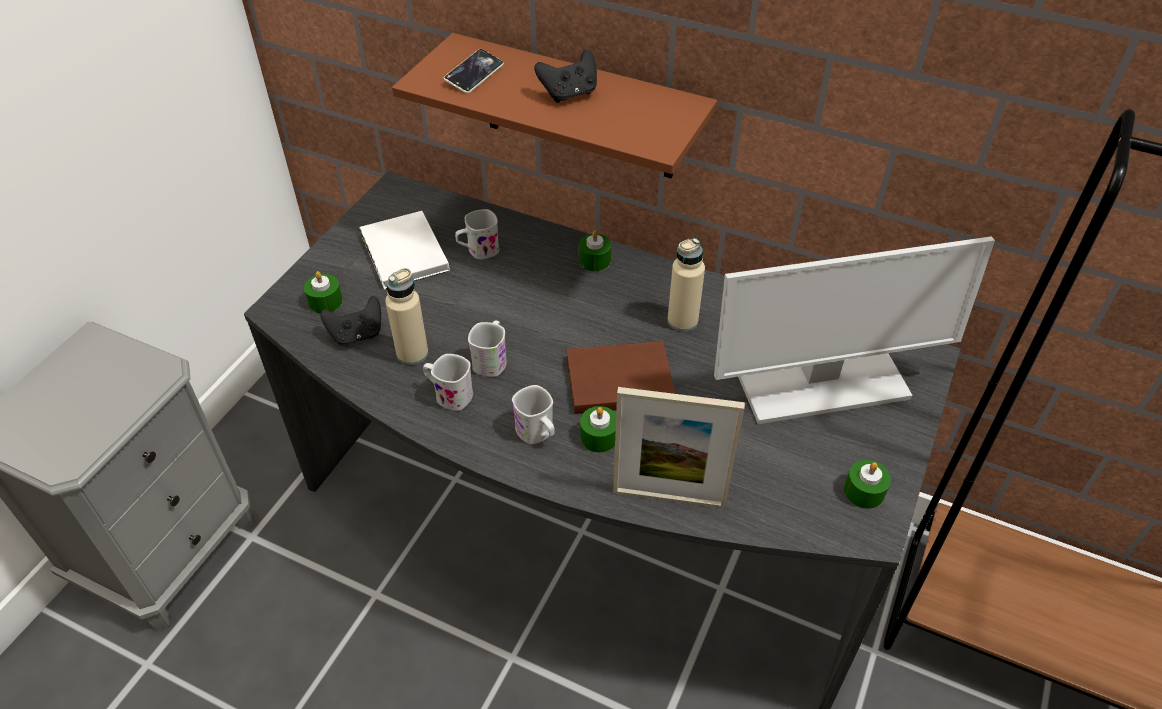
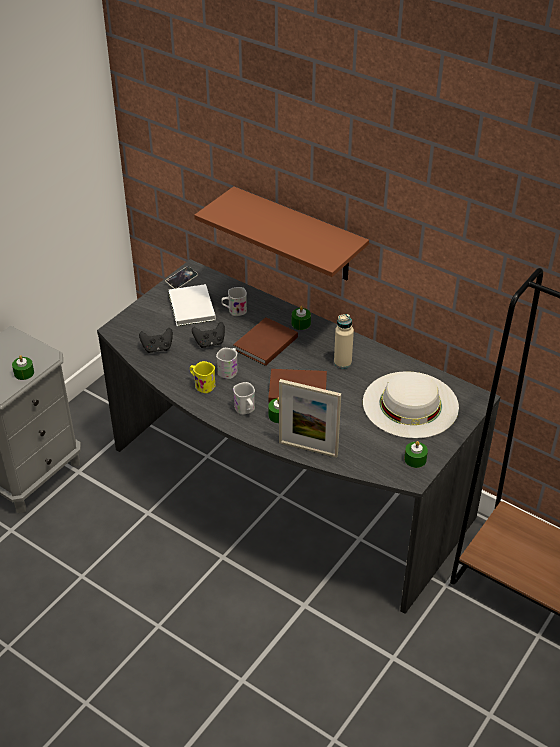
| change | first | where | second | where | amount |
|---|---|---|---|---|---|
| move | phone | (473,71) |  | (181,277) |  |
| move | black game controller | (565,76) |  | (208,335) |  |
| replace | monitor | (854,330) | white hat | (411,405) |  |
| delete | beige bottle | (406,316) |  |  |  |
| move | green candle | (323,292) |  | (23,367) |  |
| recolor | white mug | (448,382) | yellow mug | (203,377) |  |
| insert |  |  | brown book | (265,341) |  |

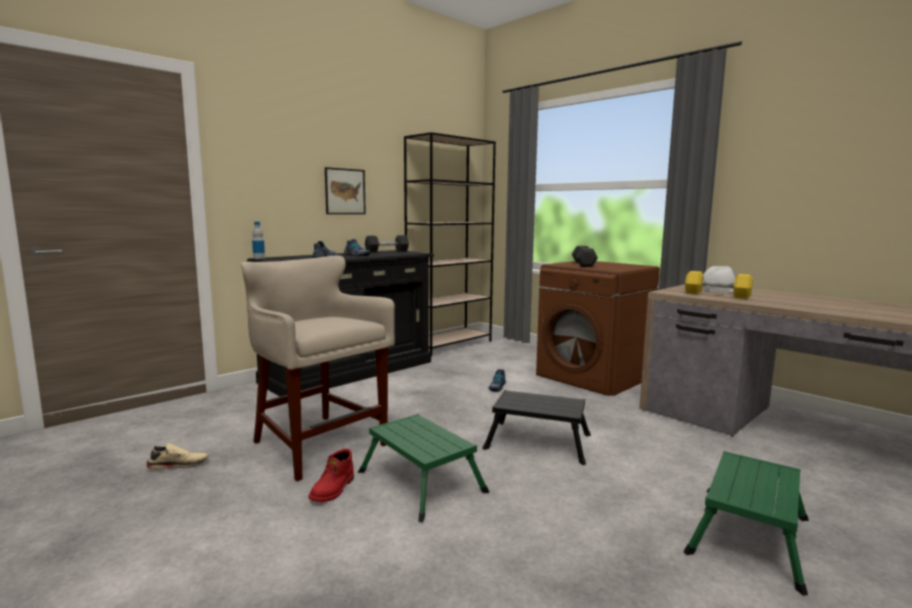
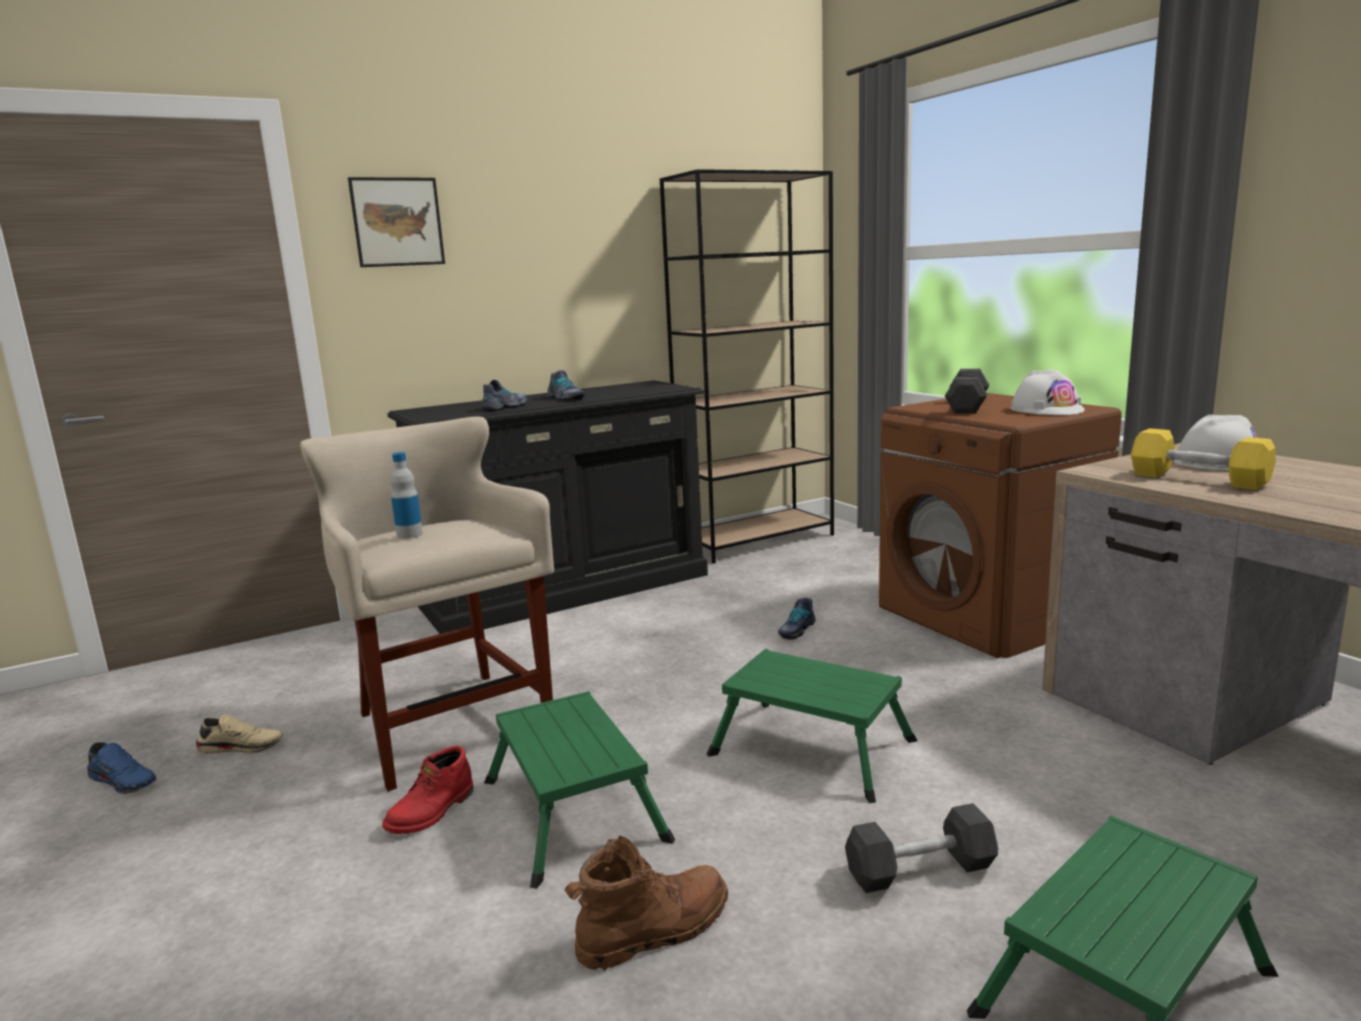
| change | first | where | second | where | amount |
|---|---|---|---|---|---|
| move | picture | (345,190) |  | (396,222) |  |
| move | bottle | (258,240) |  | (406,495) |  |
| move | grey dumbbell | (387,243) |  | (921,848) |  |
| recolor | black step ladder | (536,427) | green step ladder | (812,726) |  |
| insert |  |  | white hard hat | (1048,392) |  |
| insert |  |  | blue shoe | (121,768) |  |
| insert |  |  | brown boot | (646,903) |  |

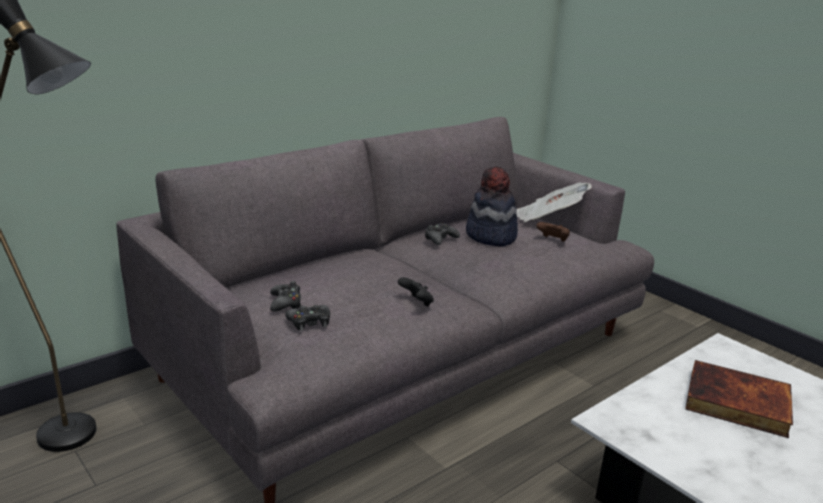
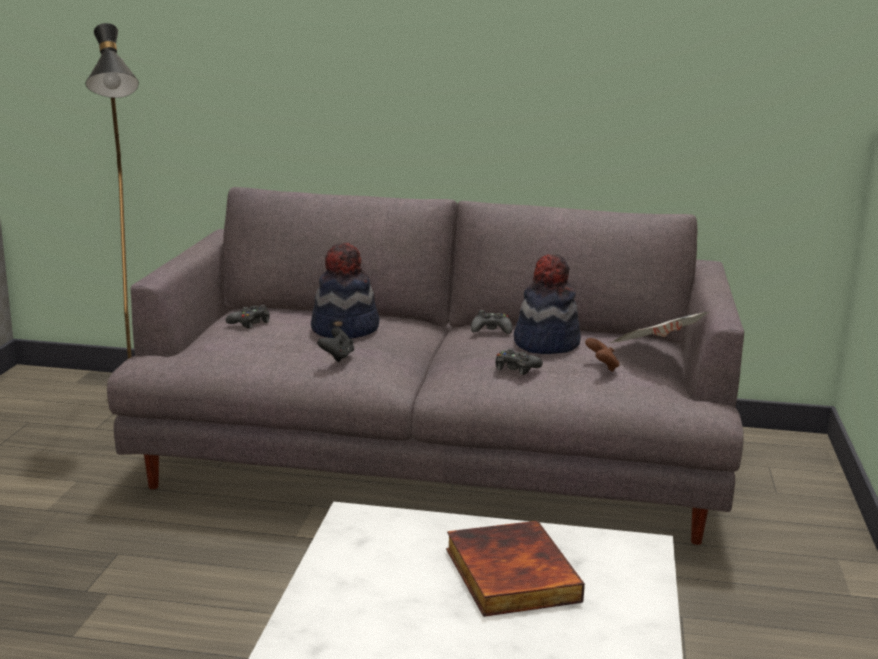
| change | first | where | second | where | amount |
|---|---|---|---|---|---|
| move | black game controller | (307,318) |  | (519,361) |  |
| insert |  |  | hat | (345,290) |  |

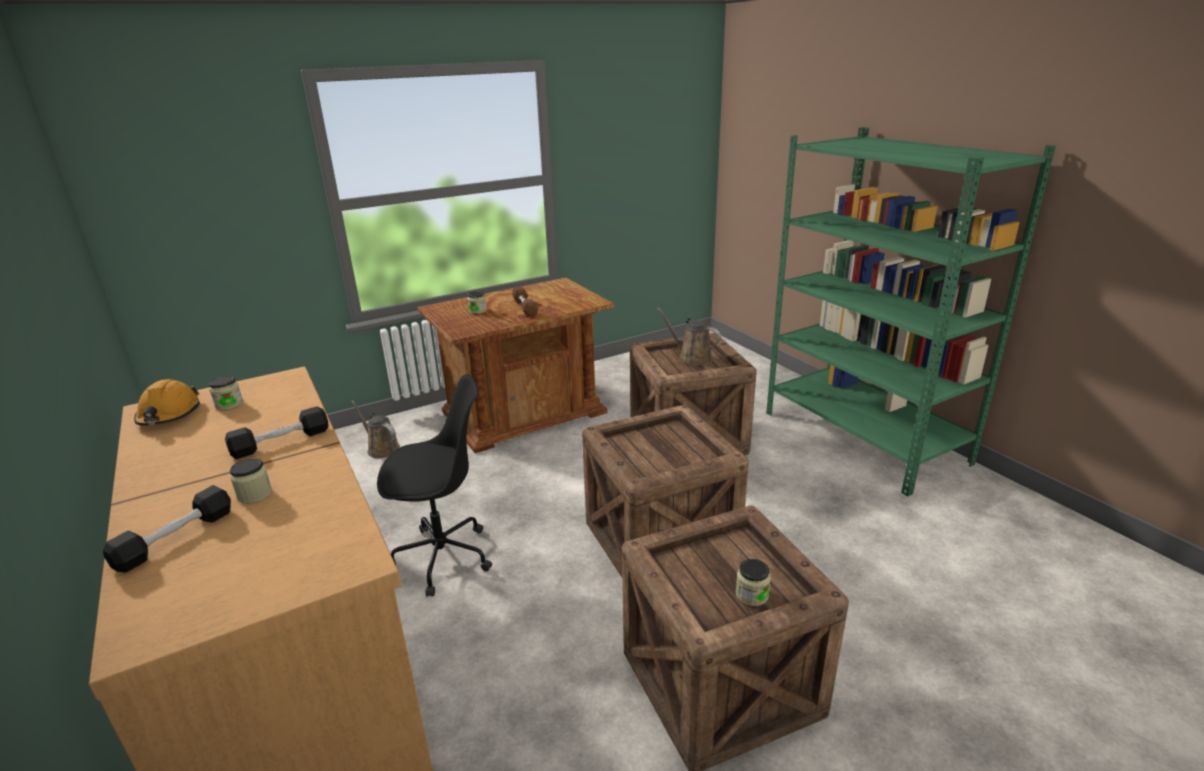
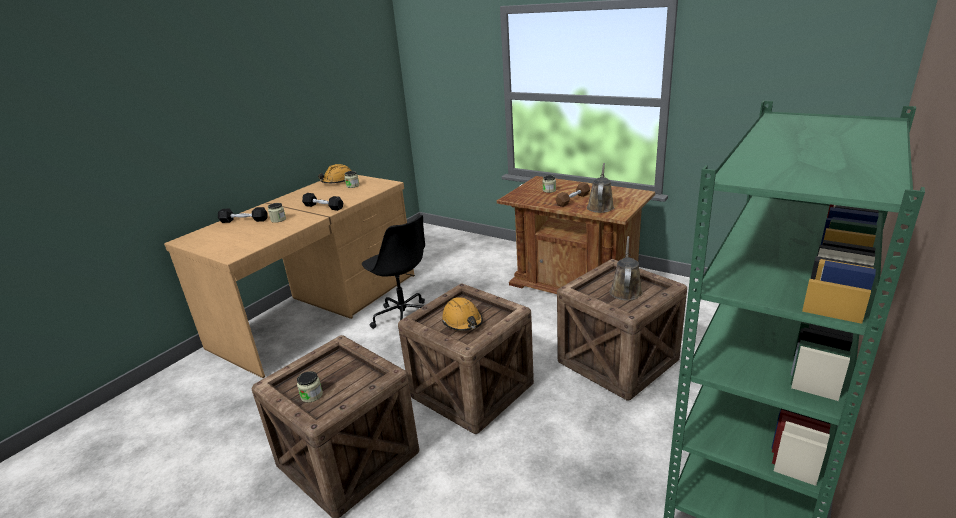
| change | first | where | second | where | amount |
|---|---|---|---|---|---|
| move | brown watering can | (375,429) |  | (600,188) |  |
| insert |  |  | orange hard hat | (462,314) |  |

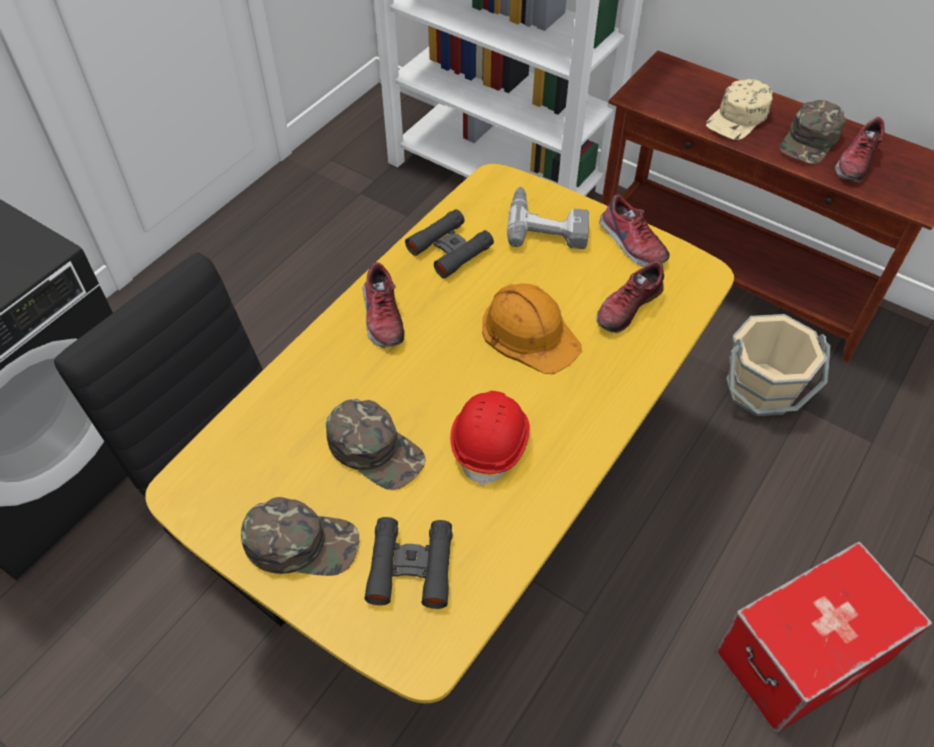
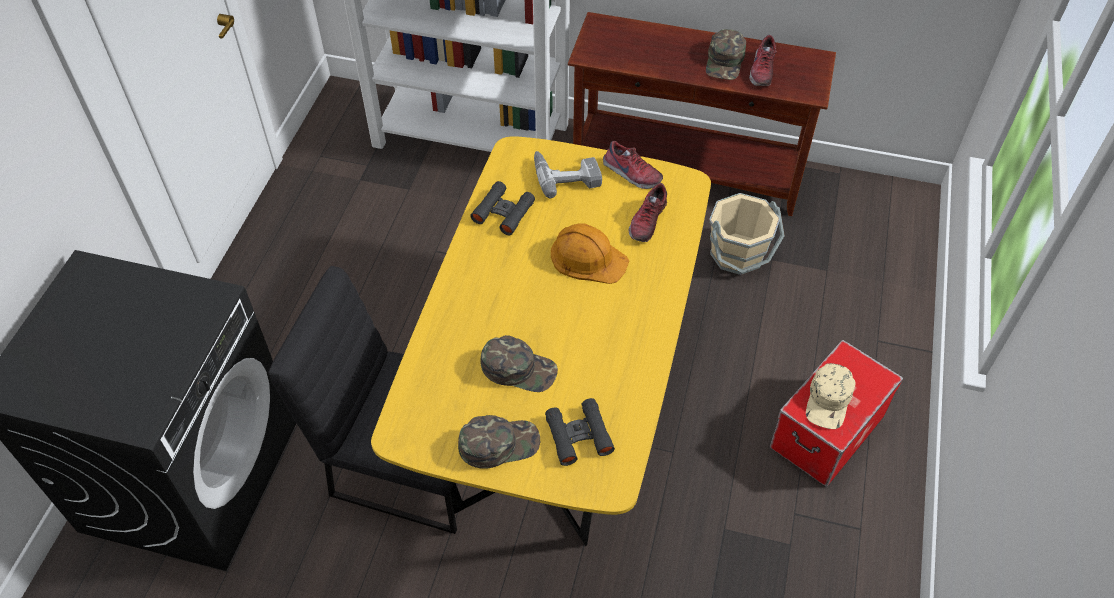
| change | first | where | second | where | amount |
|---|---|---|---|---|---|
| move | beige cap | (739,109) |  | (830,396) |  |
| delete | shoe | (383,305) |  |  |  |
| delete | red hard hat | (490,438) |  |  |  |

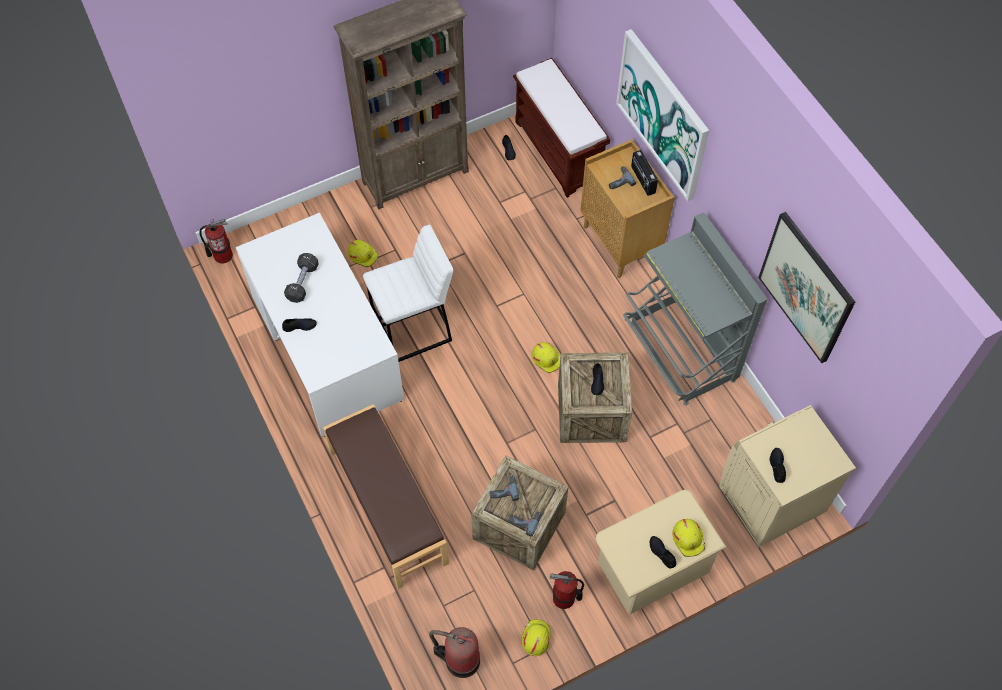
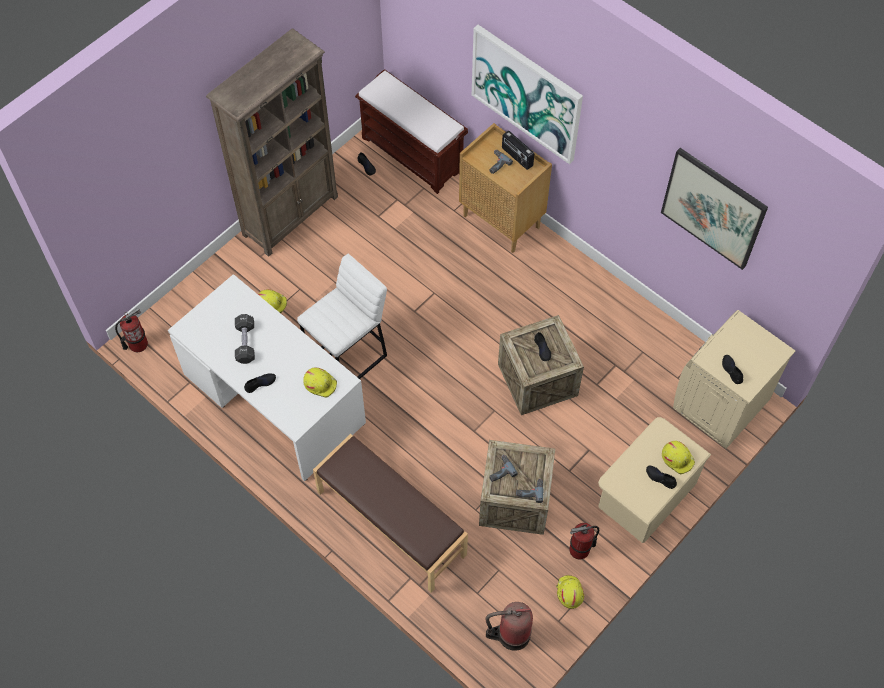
| change | first | where | second | where | amount |
|---|---|---|---|---|---|
| delete | grey shoe rack | (695,309) |  |  |  |
| move | yellow hard hat | (546,357) |  | (320,383) |  |

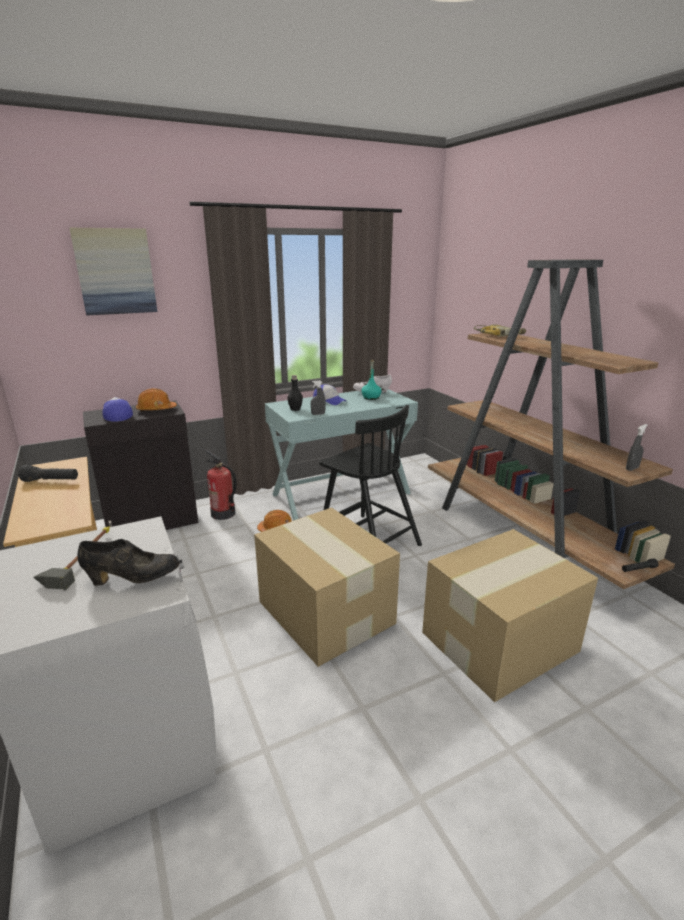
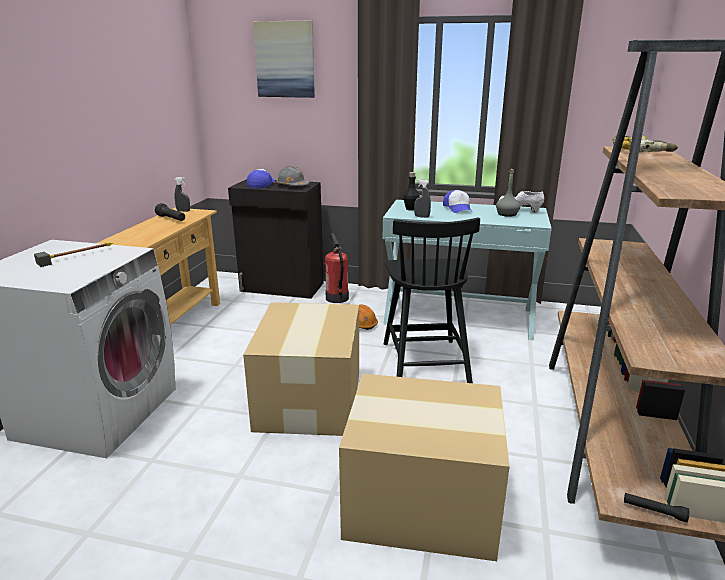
| change | first | where | second | where | amount |
|---|---|---|---|---|---|
| recolor | turquoise bottle | (371,380) | grey bottle | (508,193) |  |
| recolor | orange hard hat | (156,400) | grey hard hat | (292,176) |  |
| move | grey spray bottle | (637,447) |  | (182,194) |  |
| delete | black shoe | (128,562) |  |  |  |

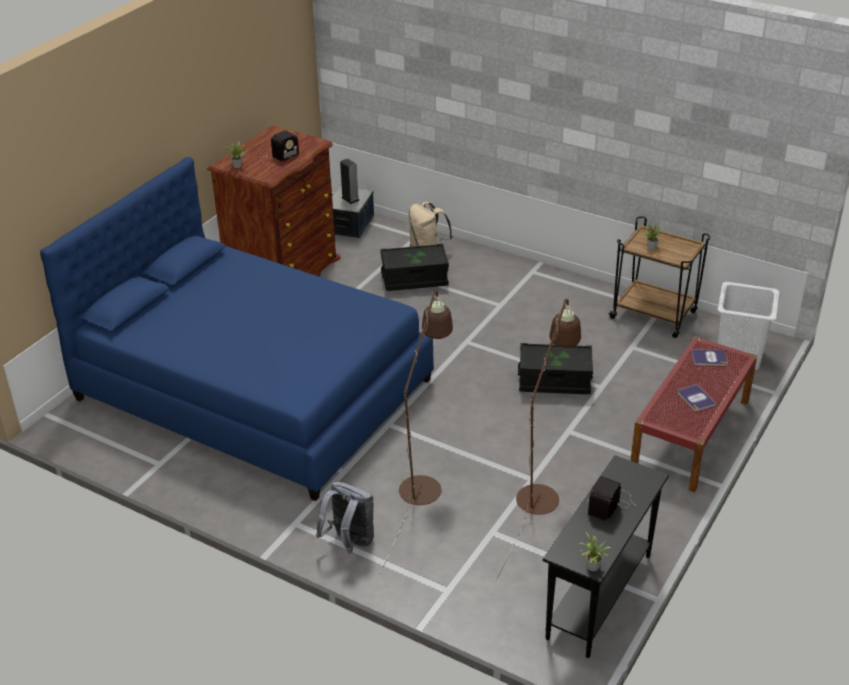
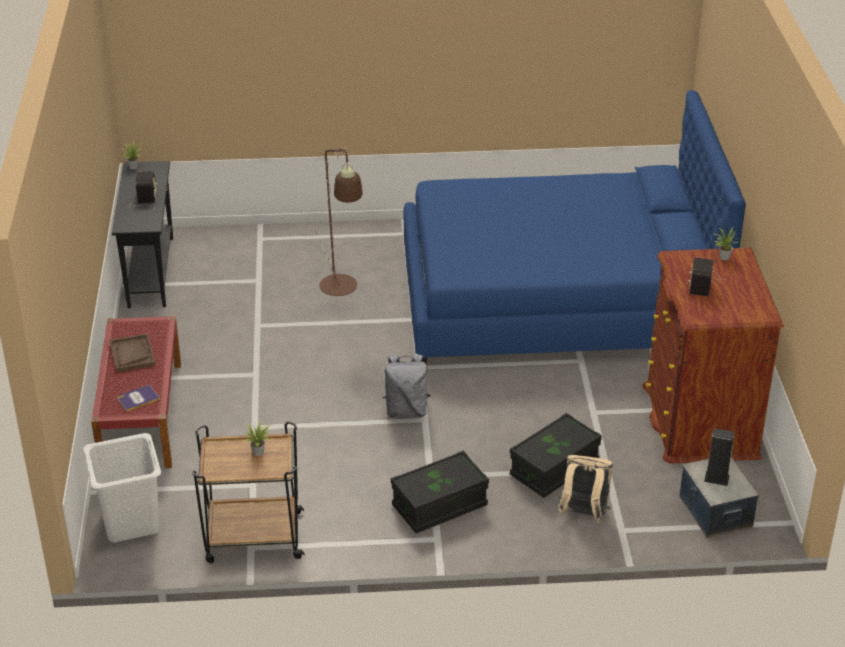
| change | first | where | second | where | amount |
|---|---|---|---|---|---|
| delete | brown floor lamp | (538,440) |  |  |  |
| move | black storage box | (555,368) |  | (440,492) |  |
| replace | book | (696,397) | brown tray | (132,353) |  |
| move | grey backpack | (345,517) |  | (406,386) |  |

